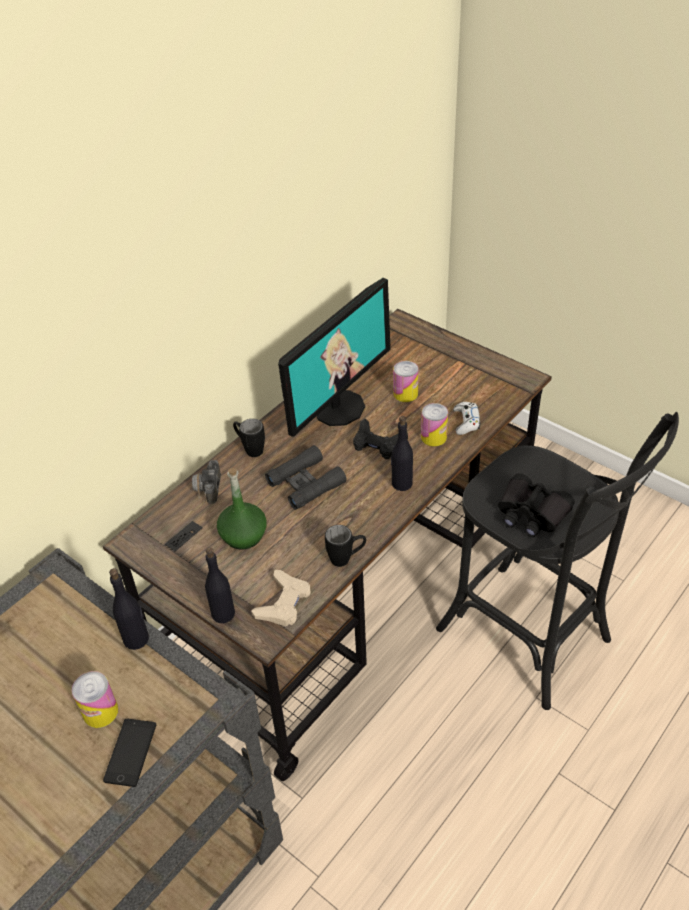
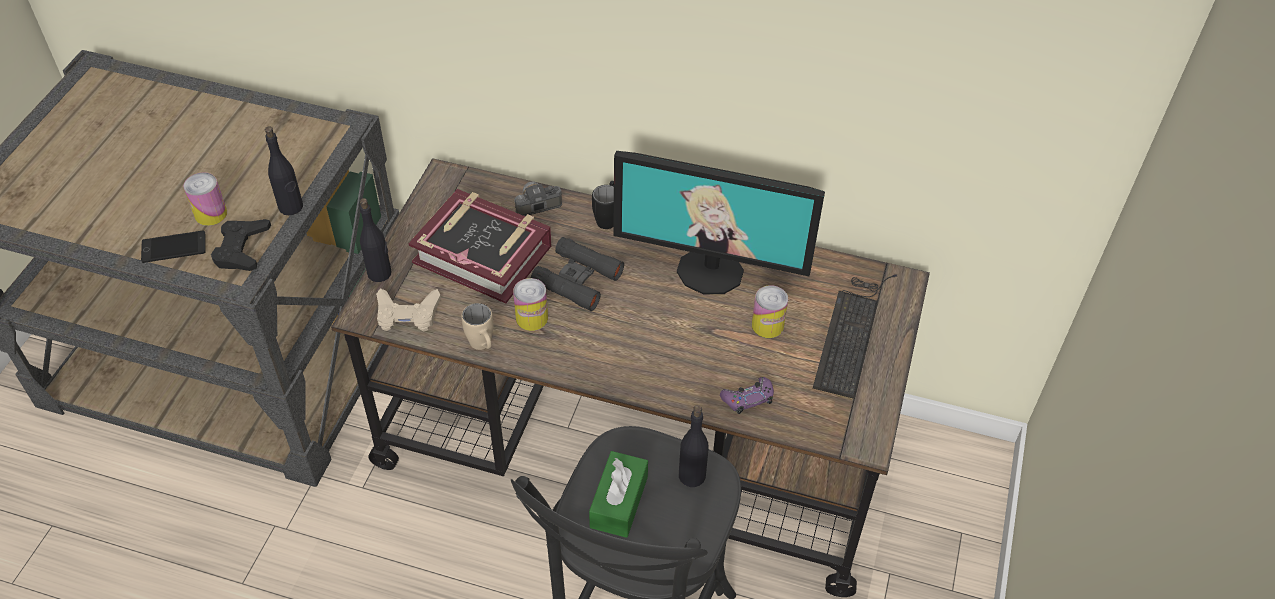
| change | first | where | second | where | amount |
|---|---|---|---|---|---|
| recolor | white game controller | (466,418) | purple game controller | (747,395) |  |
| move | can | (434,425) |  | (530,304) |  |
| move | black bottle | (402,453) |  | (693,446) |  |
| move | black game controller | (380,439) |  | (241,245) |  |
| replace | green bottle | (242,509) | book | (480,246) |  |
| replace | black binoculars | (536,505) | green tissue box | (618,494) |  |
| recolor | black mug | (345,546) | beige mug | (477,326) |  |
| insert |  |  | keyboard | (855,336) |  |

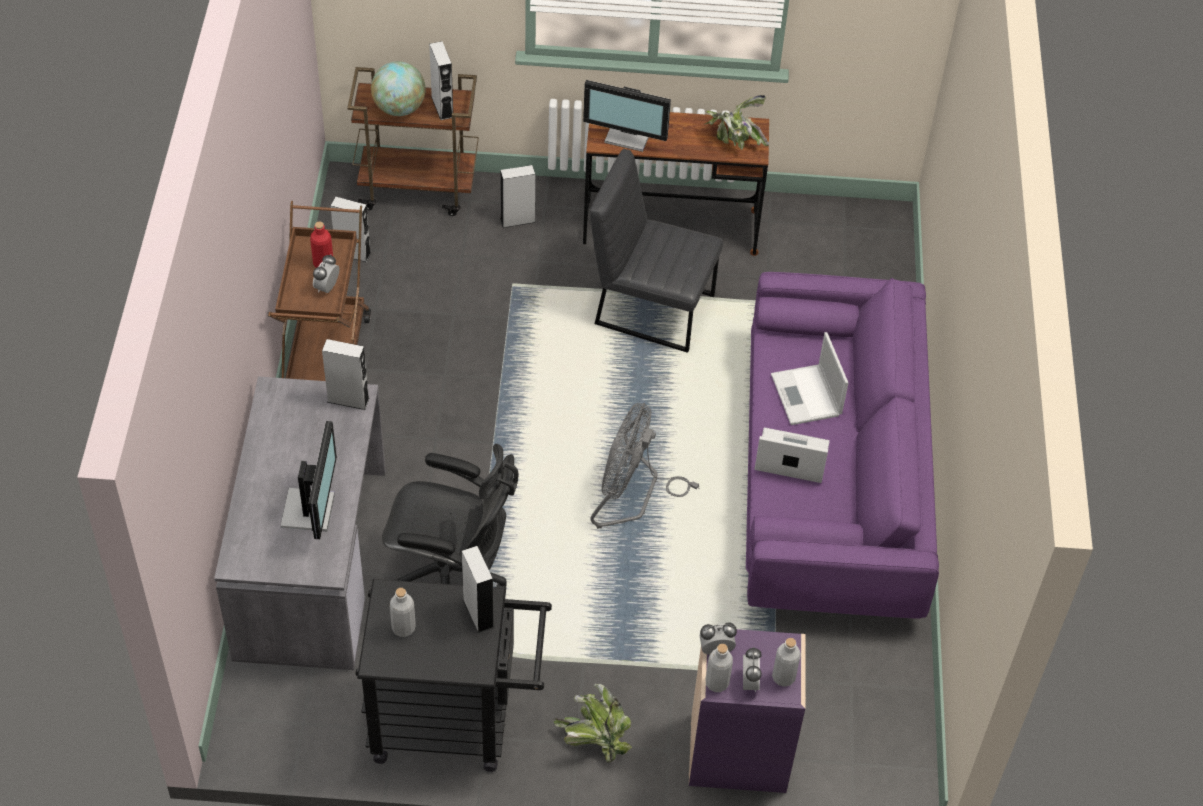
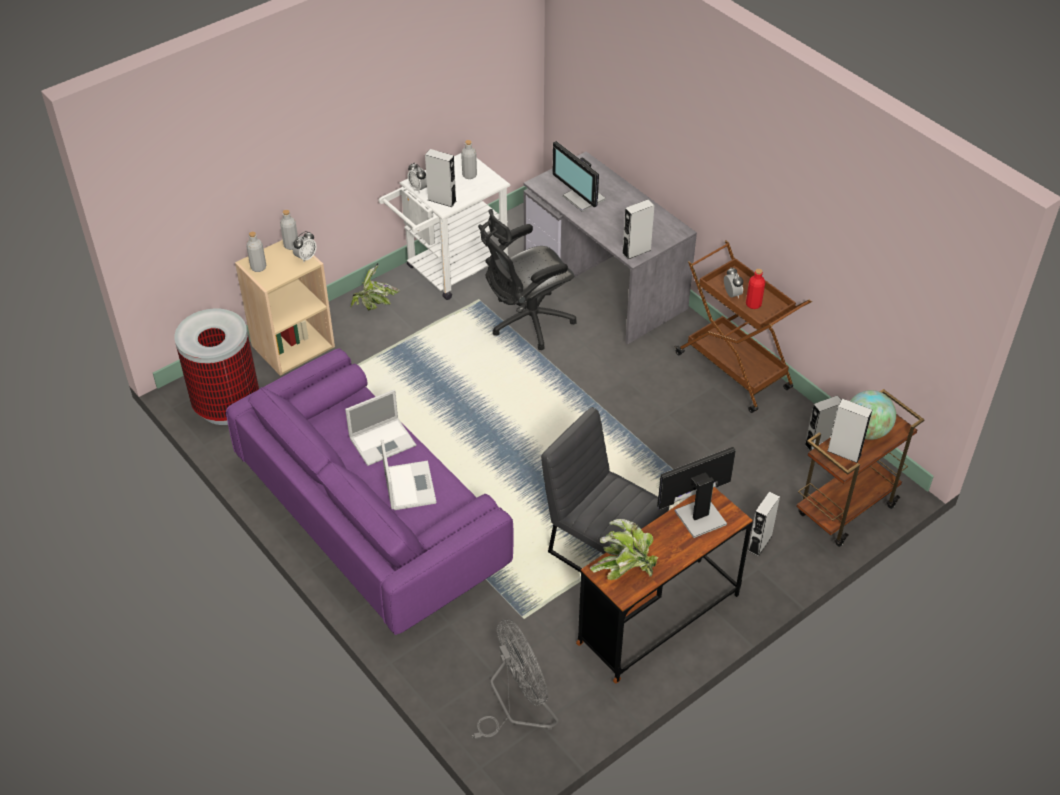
| change | first | where | second | where | amount |
|---|---|---|---|---|---|
| rotate | grey chair | (656,251) |  | (605,489) | 120 degrees counterclockwise |
| rotate | laptop | (809,378) |  | (408,475) | 45 degrees clockwise |
| move | grey fan | (645,466) |  | (515,679) |  |
| recolor | black cart | (453,675) | white cart | (444,226) |  |
| recolor | purple bookcase | (747,711) | beige bookcase | (285,308) |  |
| move | alarm clock | (752,669) |  | (417,178) |  |
| insert |  |  | trash can | (217,366) |  |

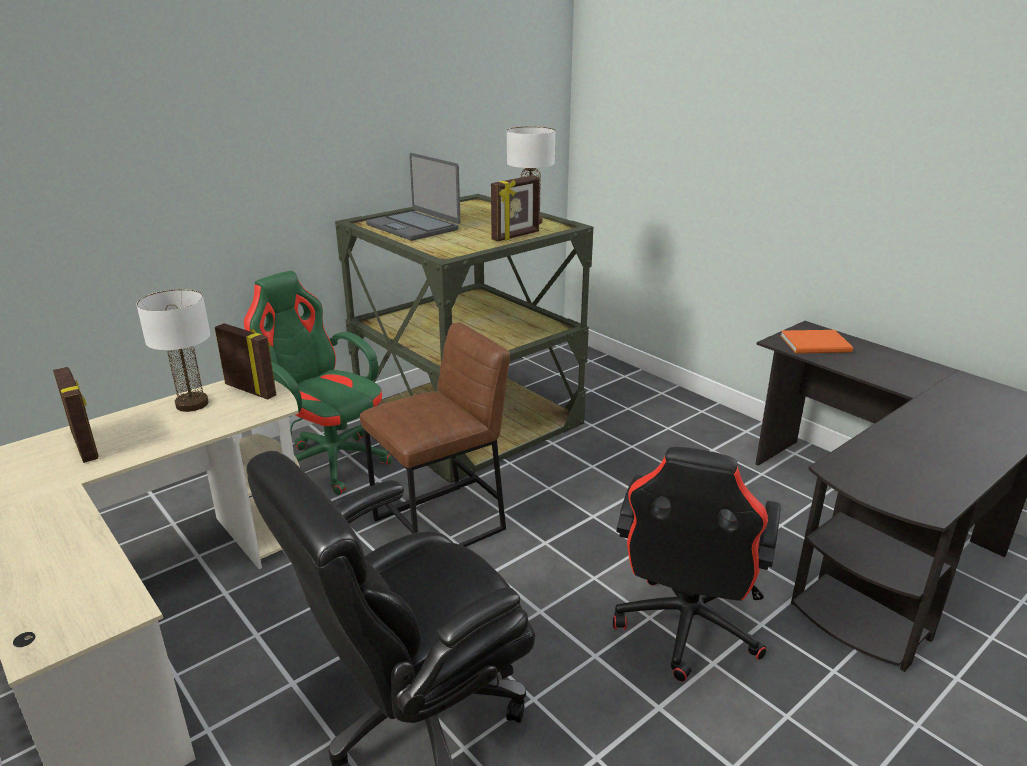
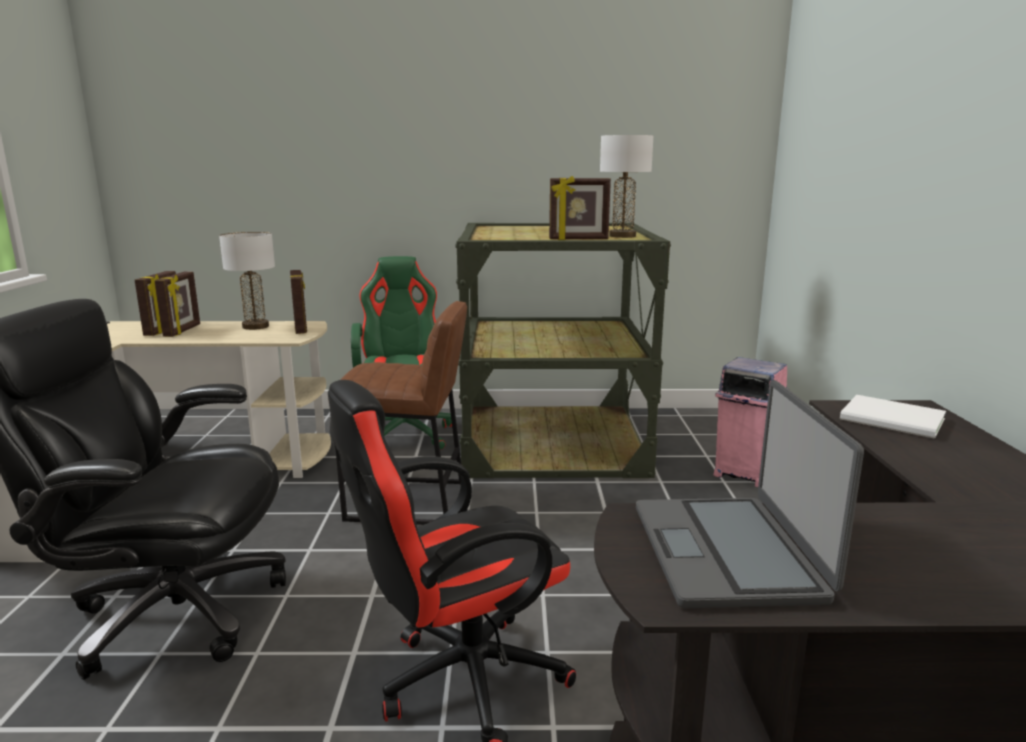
| change | first | where | second | where | amount |
|---|---|---|---|---|---|
| move | laptop | (413,197) |  | (750,494) |  |
| recolor | orange book | (816,341) | white book | (893,417) |  |
| insert |  |  | picture frame | (177,304) |  |
| insert |  |  | pink trash can | (751,422) |  |

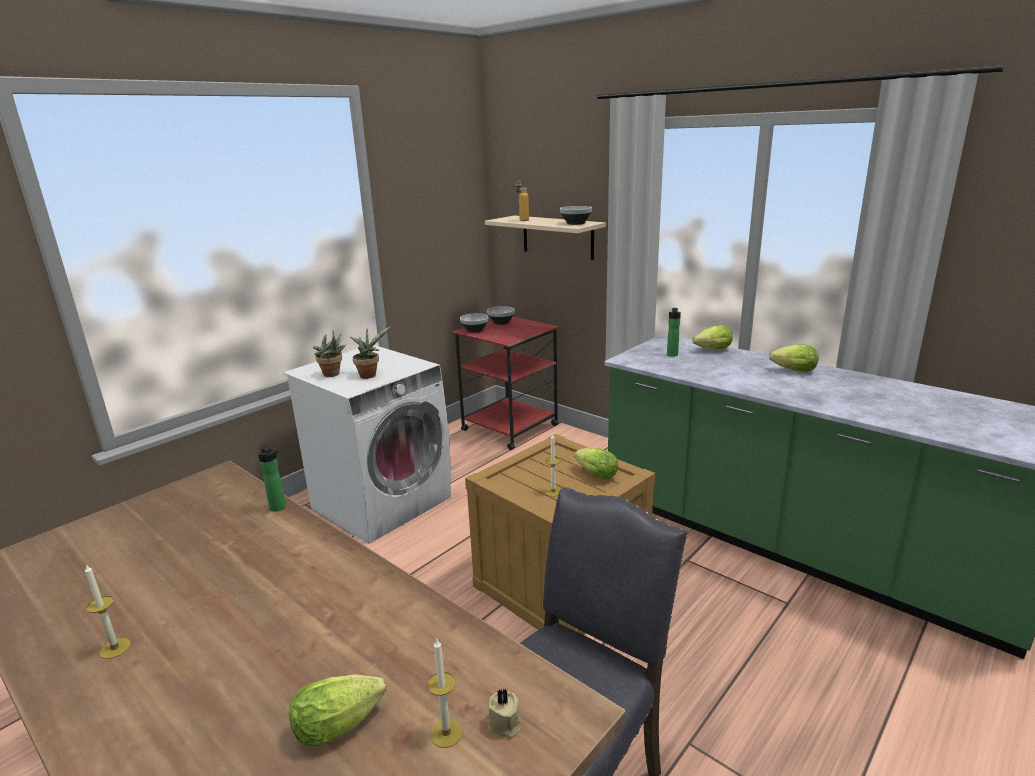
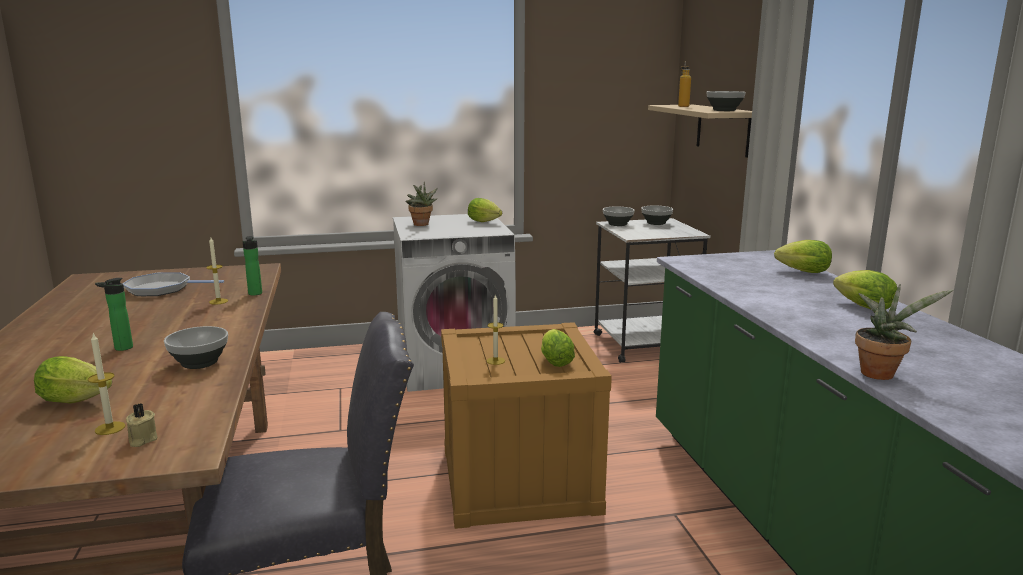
| change | first | where | second | where | amount |
|---|---|---|---|---|---|
| move | bottle | (674,332) |  | (114,314) |  |
| recolor | red cart | (506,383) | white cart | (652,290) |  |
| move | potted plant | (370,352) |  | (904,332) |  |
| move | candle | (108,611) |  | (217,271) |  |
| insert |  |  | lettuce | (485,210) |  |
| insert |  |  | frying pan | (173,284) |  |
| insert |  |  | bowl | (196,347) |  |

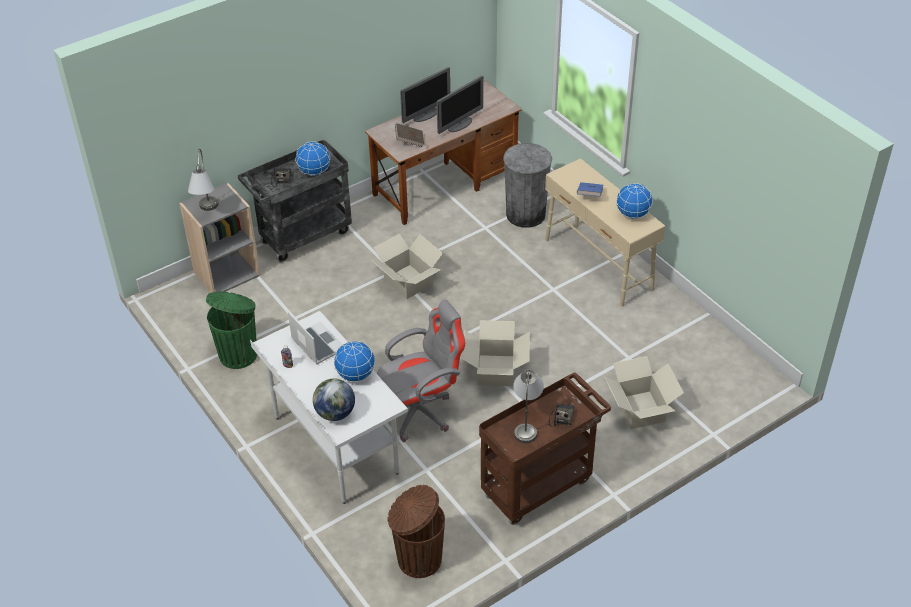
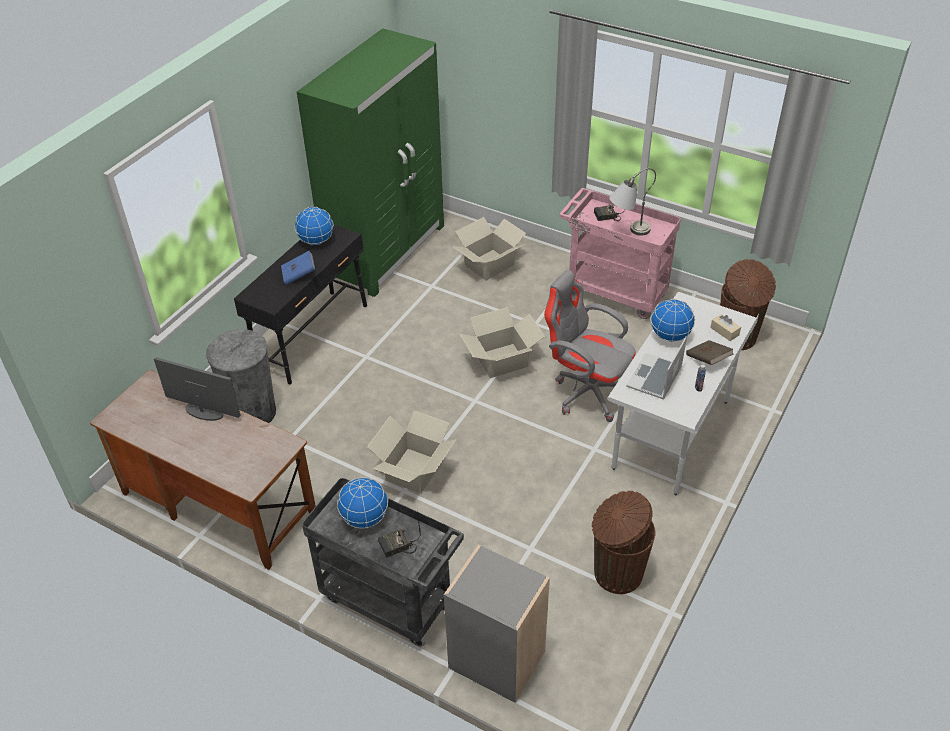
| change | first | where | second | where | amount |
|---|---|---|---|---|---|
| delete | monitor | (425,95) |  |  |  |
| move | brown book | (409,135) |  | (710,352) |  |
| delete | grey table lamp | (203,180) |  |  |  |
| recolor | beige console table | (605,232) | black console table | (300,304) |  |
| recolor | green trash can | (231,330) | brown trash can | (623,542) |  |
| recolor | brown cart | (545,449) | pink cart | (620,253) |  |
| replace | globe | (334,399) | beige tissue box | (725,327) |  |
| insert |  |  | green cabinet | (370,162) |  |

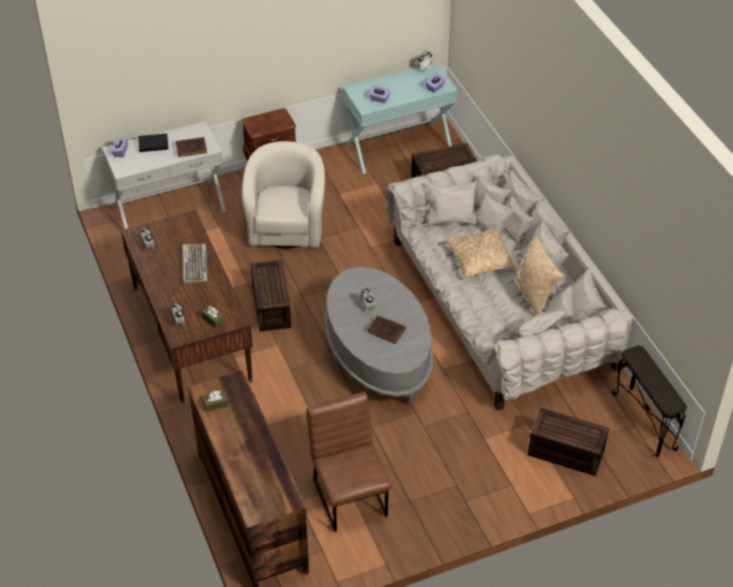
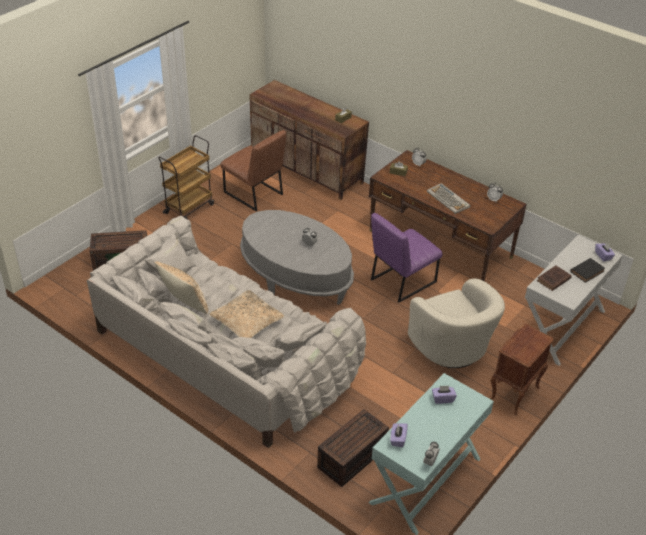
| change | first | where | second | where | amount |
|---|---|---|---|---|---|
| replace | brown storage box | (271,296) | purple chair | (407,258) |  |
| delete | brown book | (386,329) |  |  |  |
| delete | black side table | (649,401) |  |  |  |
| insert |  |  | brown cart | (186,177) |  |

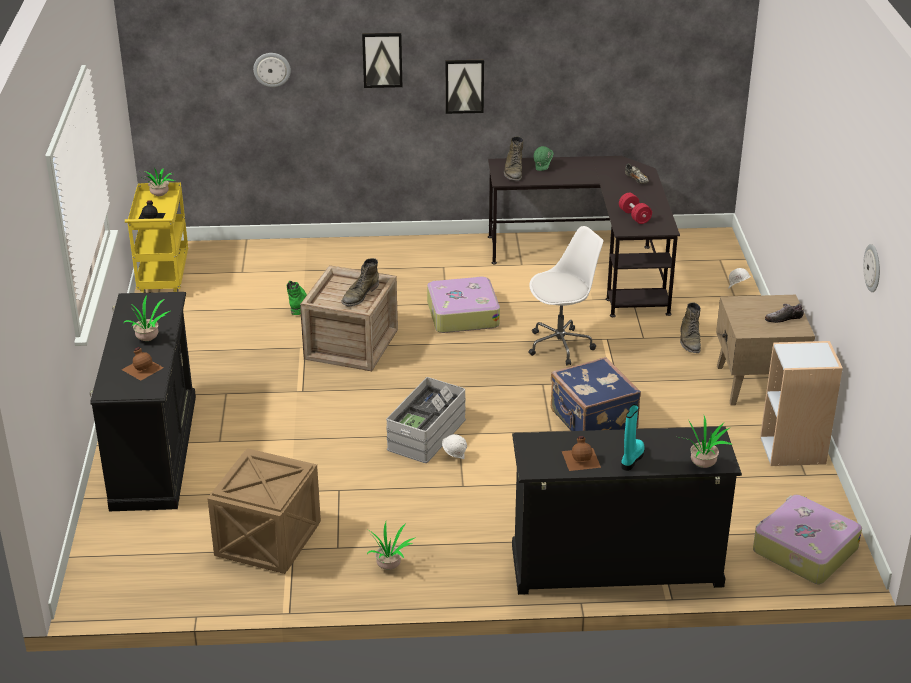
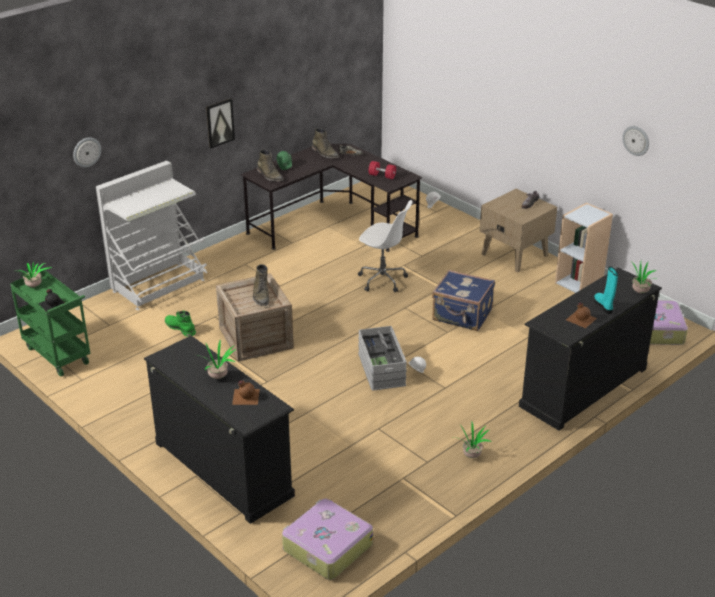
| change | first | where | second | where | amount |
|---|---|---|---|---|---|
| delete | picture | (382,60) |  |  |  |
| recolor | yellow cart | (156,237) | green cart | (50,323) |  |
| rotate | white office chair | (565,295) |  | (385,246) | 90 degrees clockwise |
| move | suitcase | (463,304) |  | (327,539) |  |
| move | green boot | (690,327) |  | (325,143) |  |
| delete | crate | (264,511) |  |  |  |
| insert |  |  | white shoe rack | (151,235) |  |

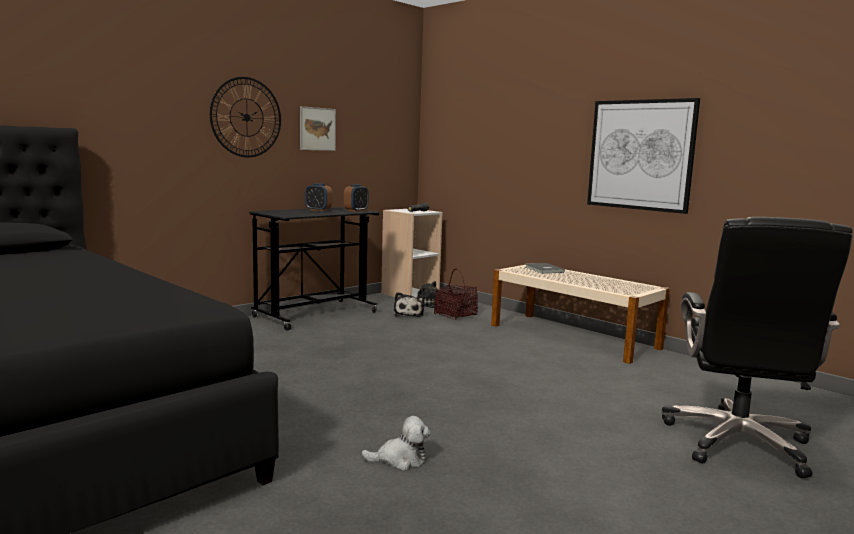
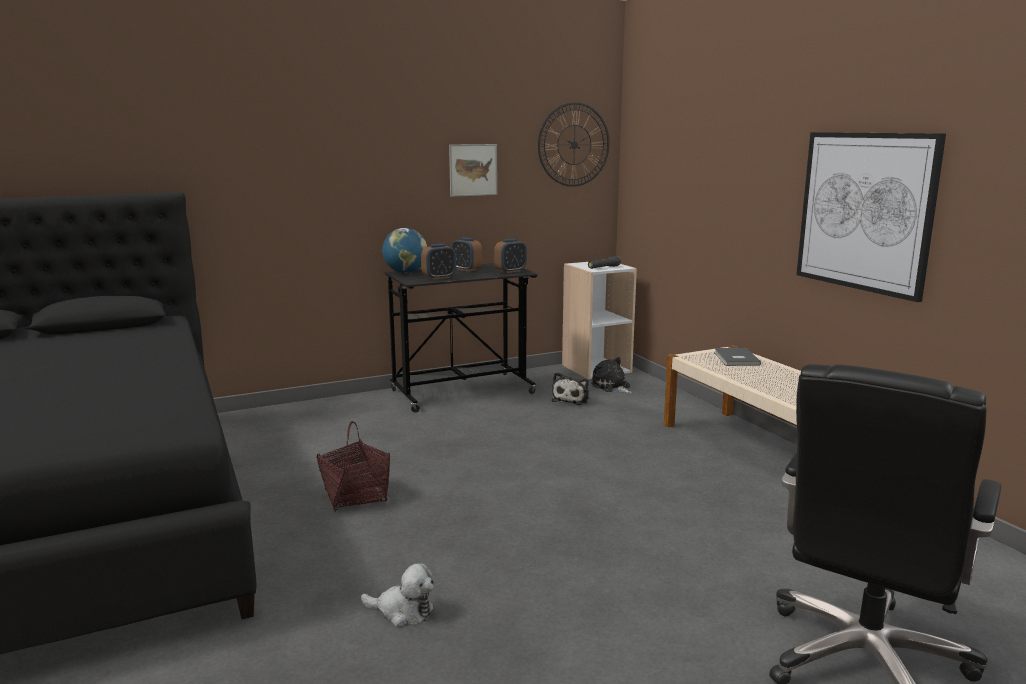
| change | first | where | second | where | amount |
|---|---|---|---|---|---|
| move | wall clock | (245,117) |  | (574,144) |  |
| move | basket | (456,294) |  | (353,466) |  |
| insert |  |  | globe | (404,250) |  |
| insert |  |  | alarm clock | (438,261) |  |

